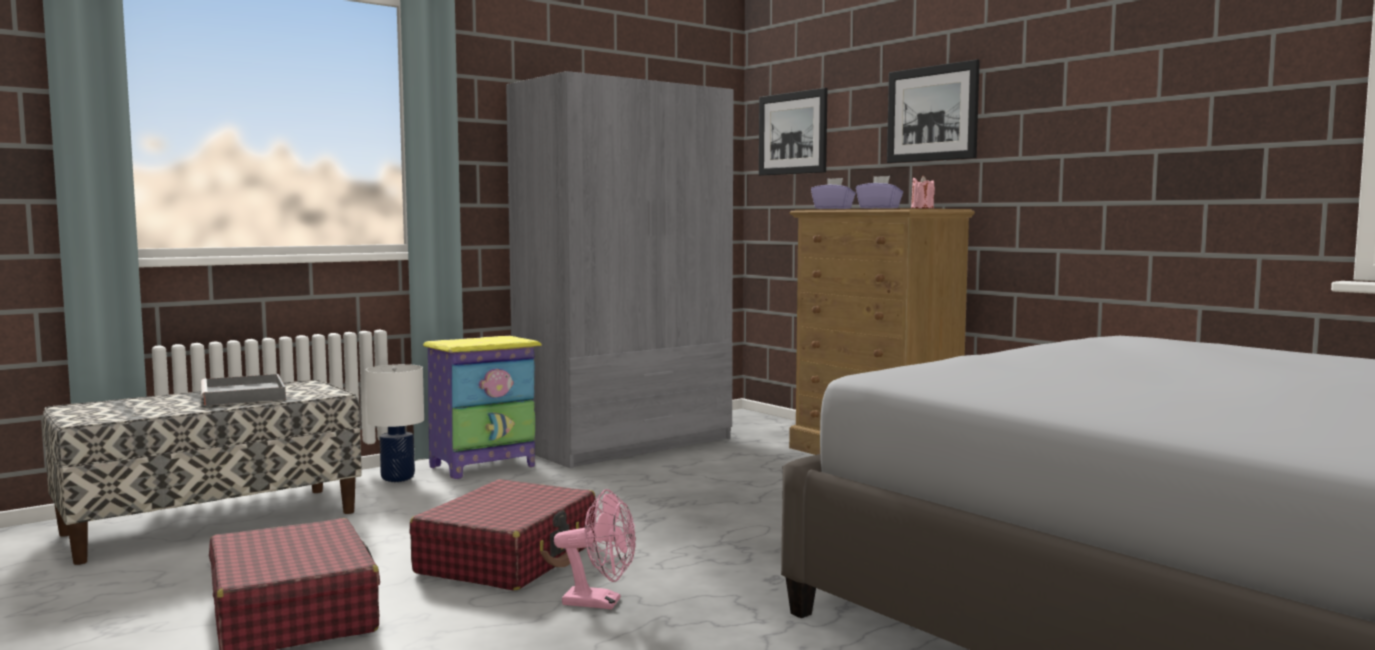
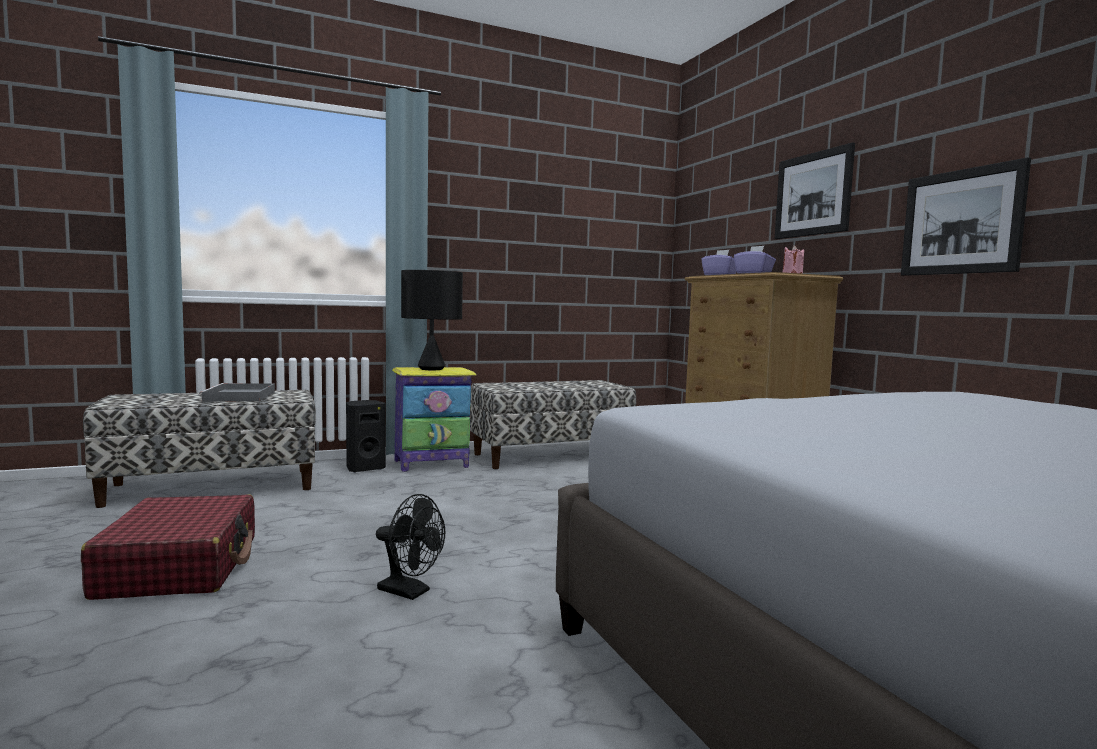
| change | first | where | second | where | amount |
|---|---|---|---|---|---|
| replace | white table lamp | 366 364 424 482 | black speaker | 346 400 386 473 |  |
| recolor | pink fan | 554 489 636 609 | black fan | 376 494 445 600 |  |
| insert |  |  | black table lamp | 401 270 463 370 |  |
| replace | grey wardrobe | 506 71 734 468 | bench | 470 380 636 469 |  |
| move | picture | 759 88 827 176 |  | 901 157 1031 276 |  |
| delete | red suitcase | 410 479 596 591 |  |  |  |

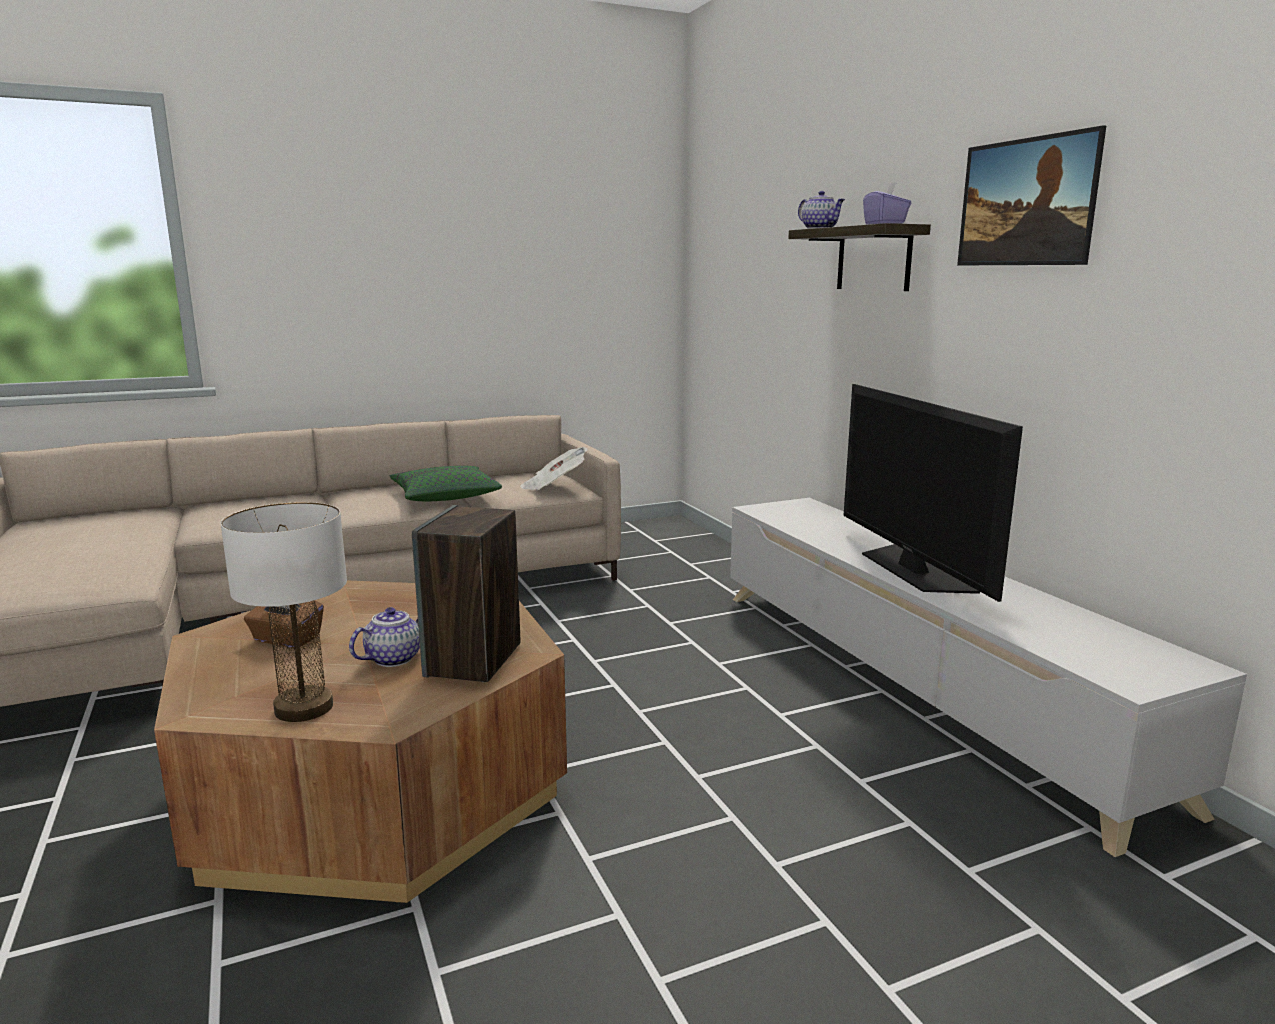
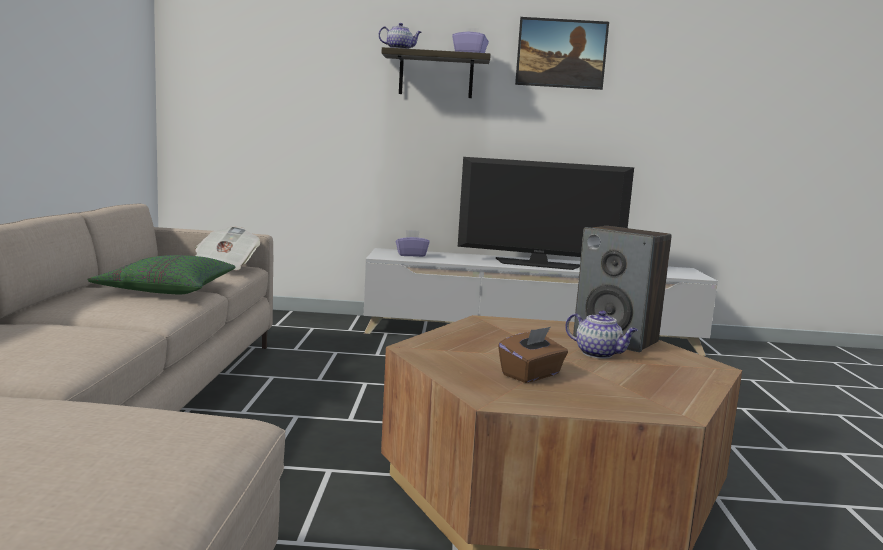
| change | first | where | second | where | amount |
|---|---|---|---|---|---|
| insert |  |  | purple tissue box | 396 230 430 257 |  |
| rotate | teapot | 349 607 420 667 |  | 565 310 638 358 | 150 degrees clockwise |
| delete | table lamp | 221 502 347 722 |  |  |  |

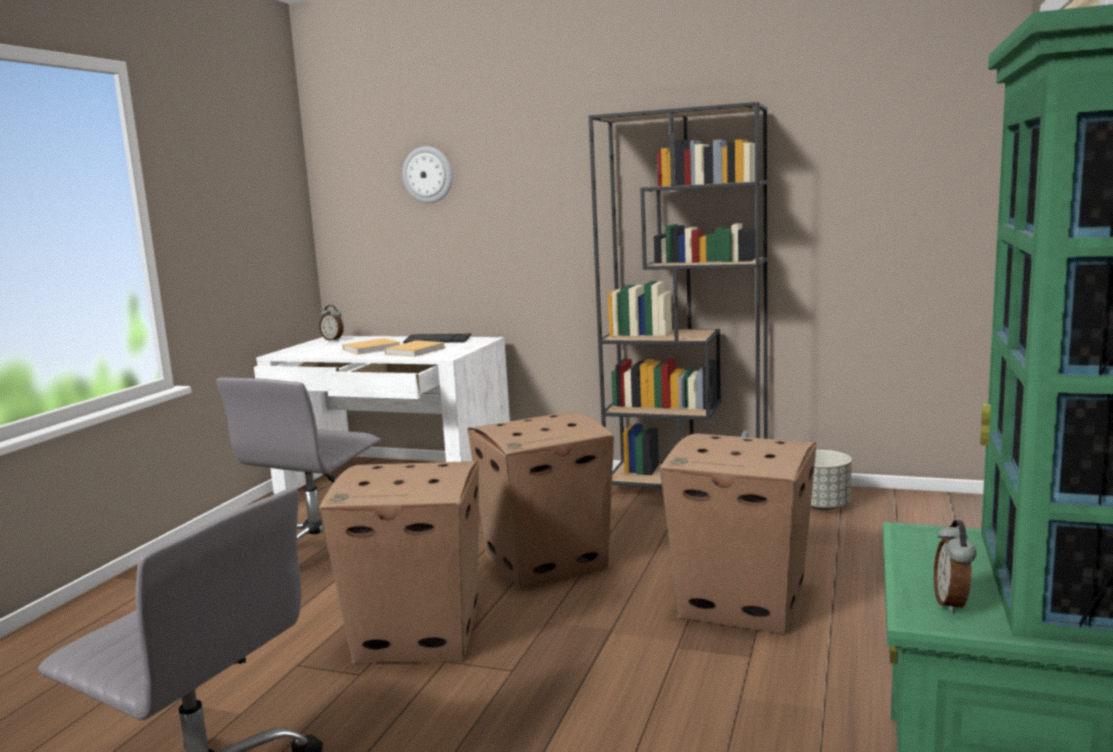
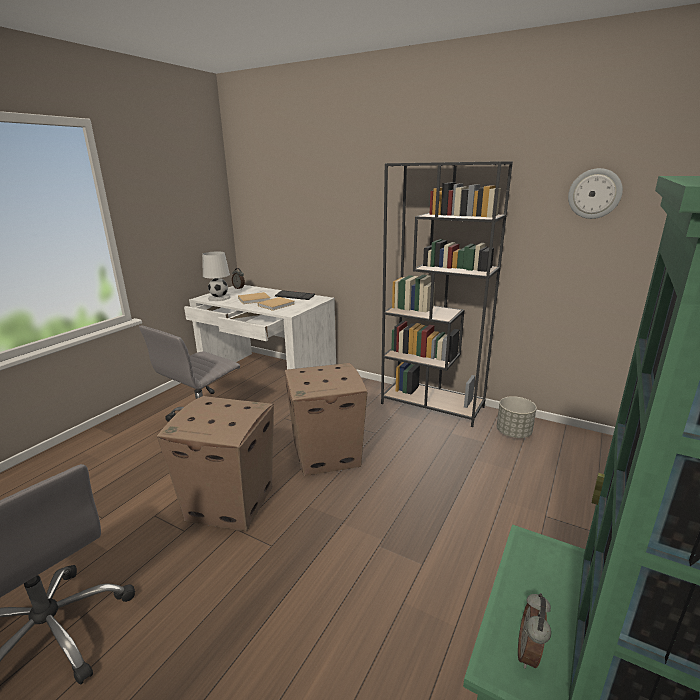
| change | first | where | second | where | amount |
|---|---|---|---|---|---|
| insert |  |  | white table lamp | 202 252 231 301 |  |
| move | wall clock | 402 146 452 203 |  | 568 168 623 219 |  |
| delete | cardboard box | 660 433 816 634 |  |  |  |

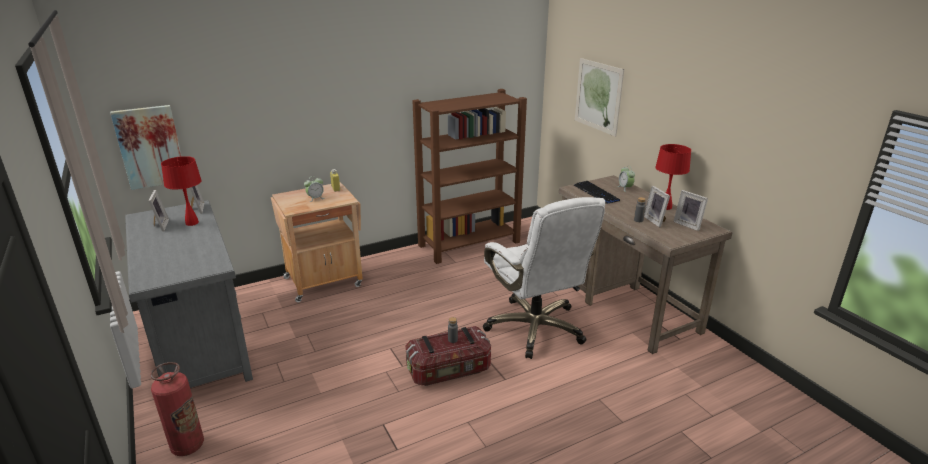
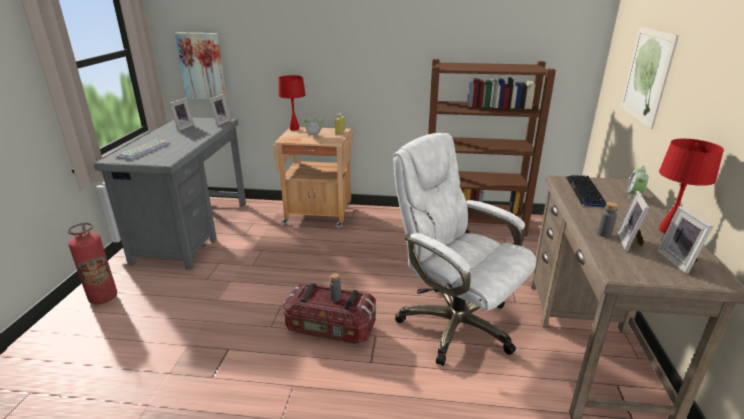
| change | first | where | second | where | amount |
|---|---|---|---|---|---|
| insert |  |  | keyboard | 116 140 170 160 |  |
| move | red table lamp | 161 156 202 226 |  | 278 75 306 131 |  |
| rotate | white office chair | 483 197 605 359 |  | 393 133 536 366 | 120 degrees clockwise |

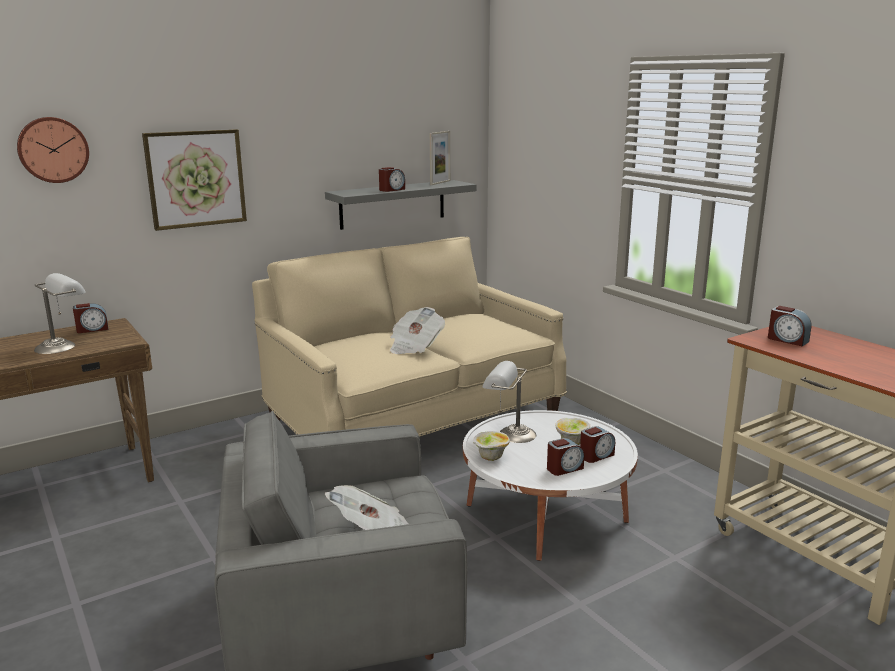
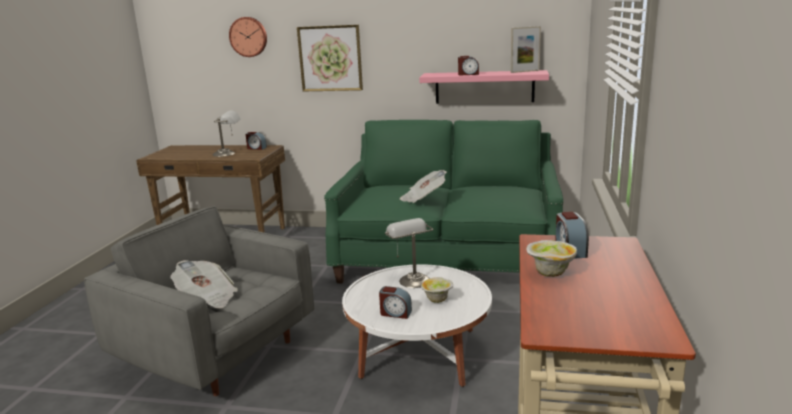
| change | first | where | second | where | amount |
|---|---|---|---|---|---|
| recolor | beige sofa | 252 237 567 437 | green sofa | 324 120 563 283 |  |
| recolor | grey shelf | 325 180 476 230 | pink shelf | 419 70 549 104 |  |
| move | bowl | 473 431 510 461 |  | 526 240 577 277 |  |
| delete | alarm clock | 580 426 615 463 |  |  |  |

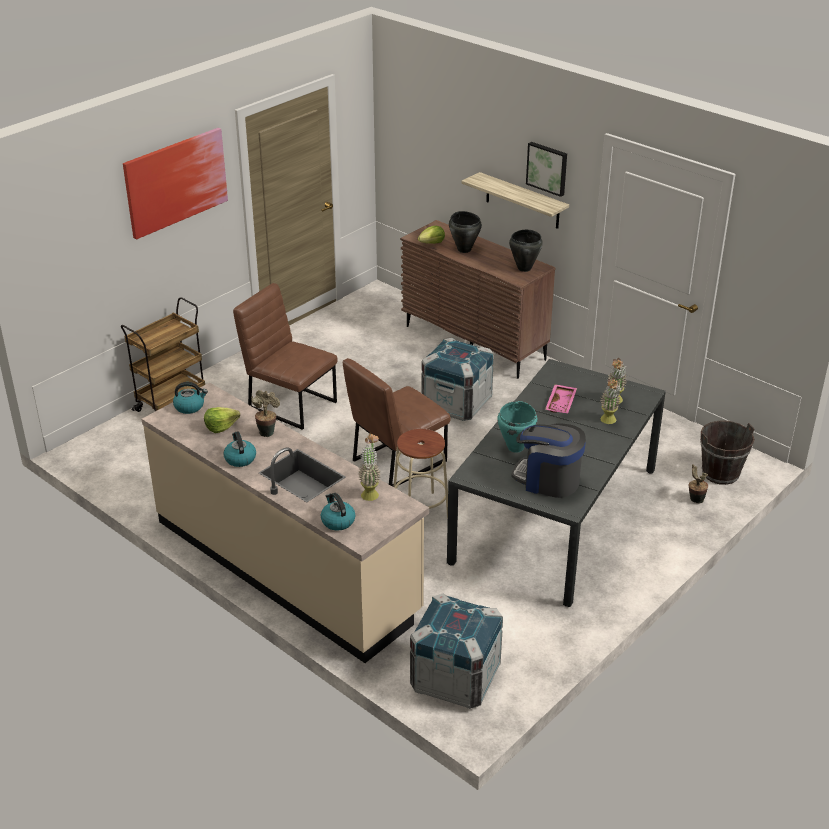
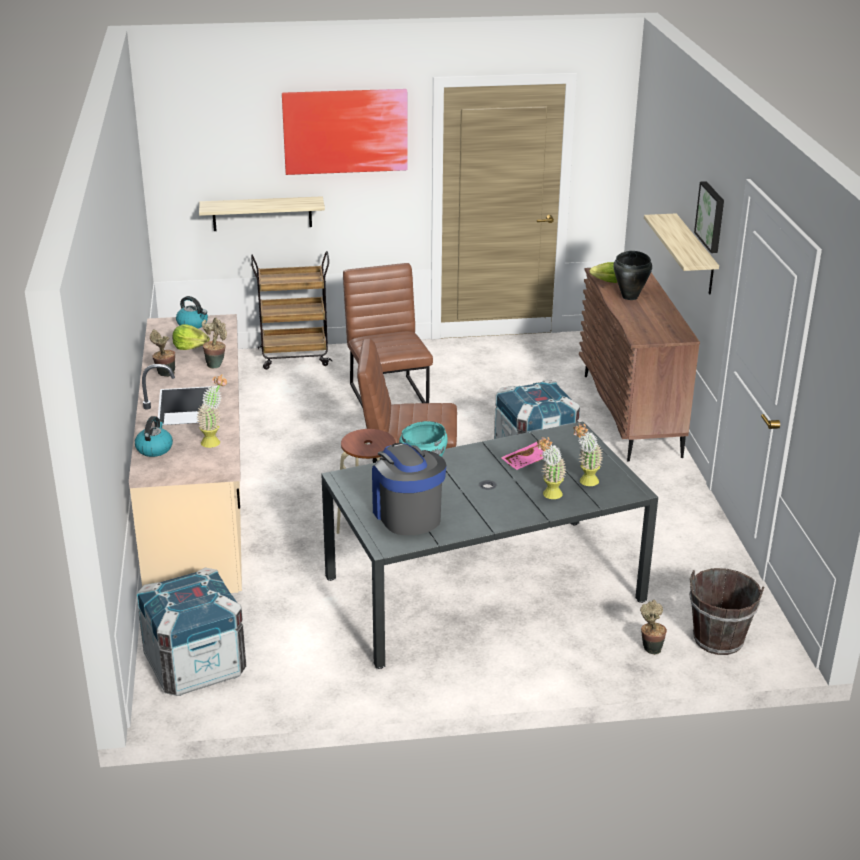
| change | first | where | second | where | amount |
|---|---|---|---|---|---|
| replace | kettle | 223 431 256 467 | potted plant | 150 329 175 377 |  |
| insert |  |  | shelf | 199 196 325 231 |  |
| delete | black cooking pot | 509 230 543 272 |  |  |  |

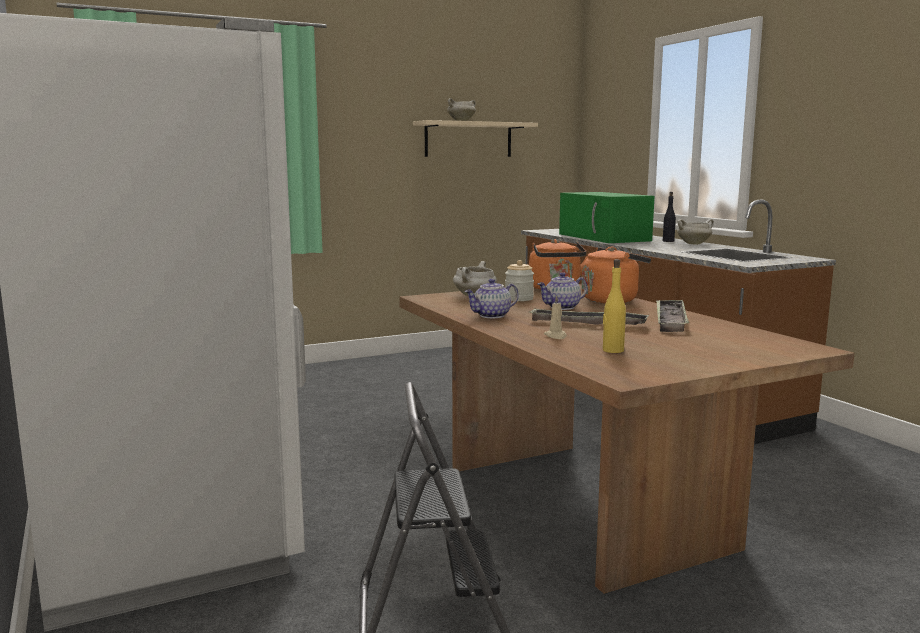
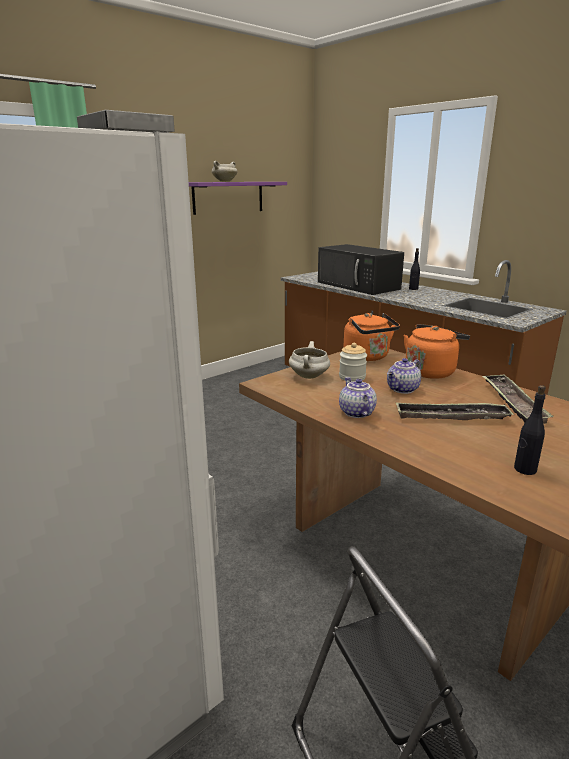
| change | first | where | second | where | amount |
|---|---|---|---|---|---|
| recolor | beige shelf | 413 120 538 157 | purple shelf | 189 182 287 215 |  |
| recolor | green microwave | 559 192 655 243 | black microwave | 318 244 404 295 |  |
| rotate | teapot | 464 279 519 318 |  | 339 377 377 418 | 120 degrees clockwise |
| recolor | yellow bottle | 603 259 626 353 | black bottle | 514 385 546 475 |  |
| delete | beige candle | 544 295 567 339 |  |  |  |
| delete | white cooking pot | 677 219 714 245 |  |  |  |

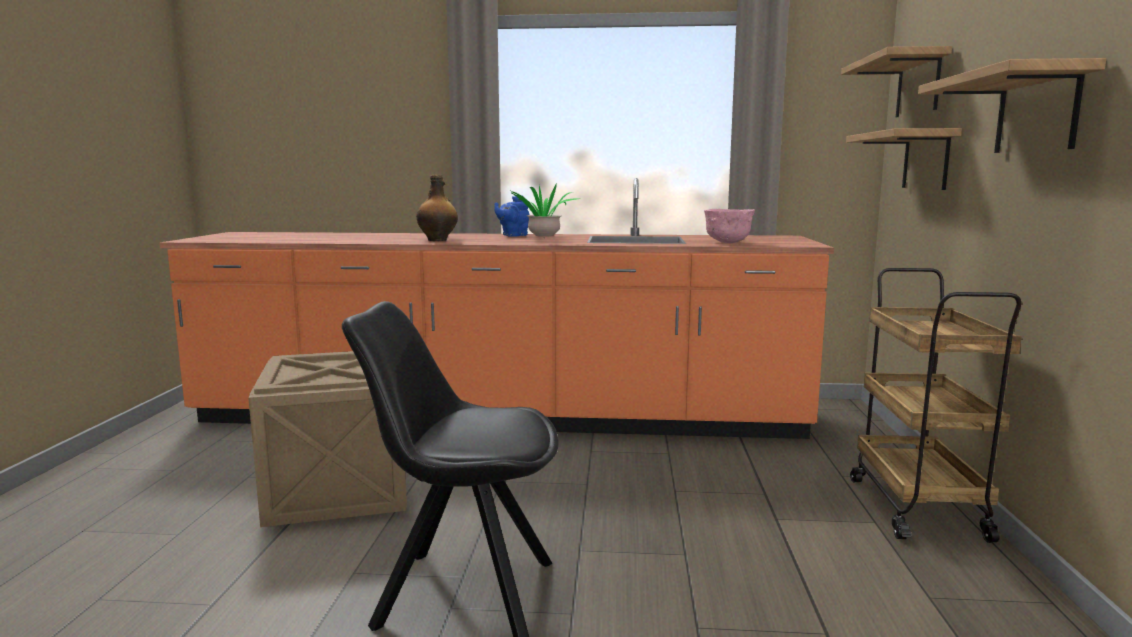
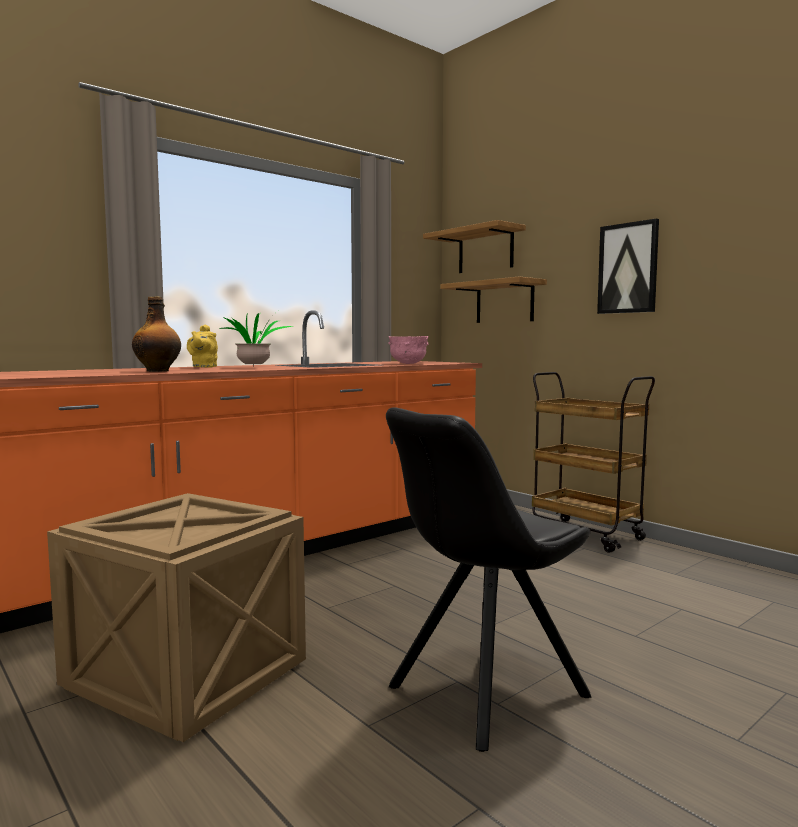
| change | first | where | second | where | amount |
|---|---|---|---|---|---|
| recolor | blue teapot | 494 196 530 237 | yellow teapot | 187 325 218 367 |  |
| replace | shelf | 918 58 1106 153 | picture | 597 219 659 314 |  |

